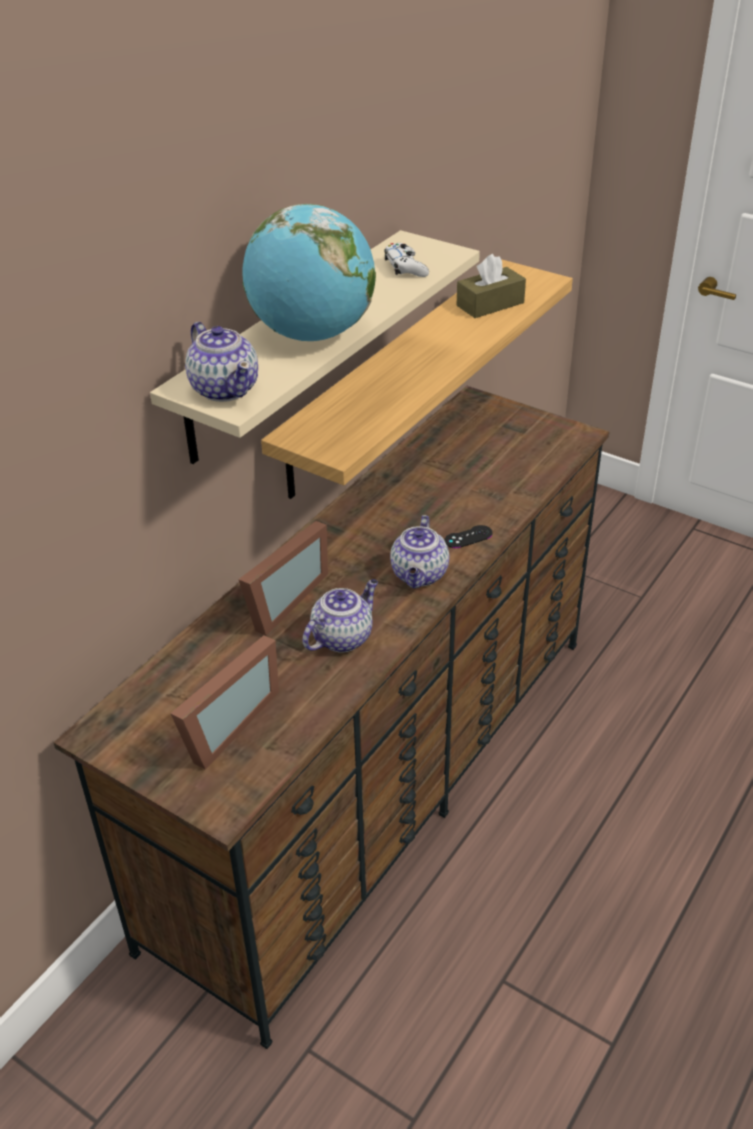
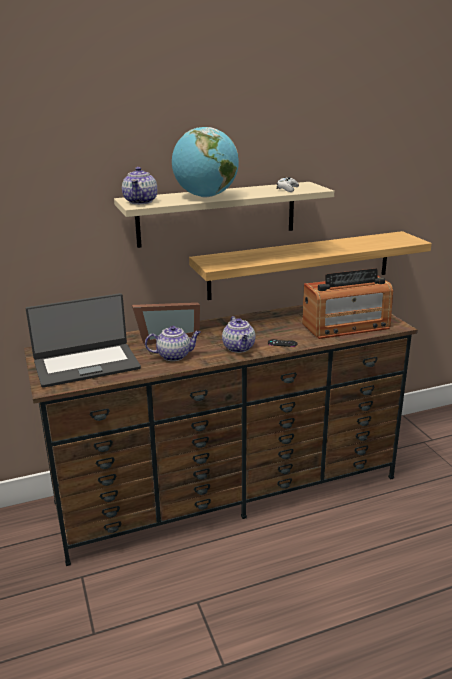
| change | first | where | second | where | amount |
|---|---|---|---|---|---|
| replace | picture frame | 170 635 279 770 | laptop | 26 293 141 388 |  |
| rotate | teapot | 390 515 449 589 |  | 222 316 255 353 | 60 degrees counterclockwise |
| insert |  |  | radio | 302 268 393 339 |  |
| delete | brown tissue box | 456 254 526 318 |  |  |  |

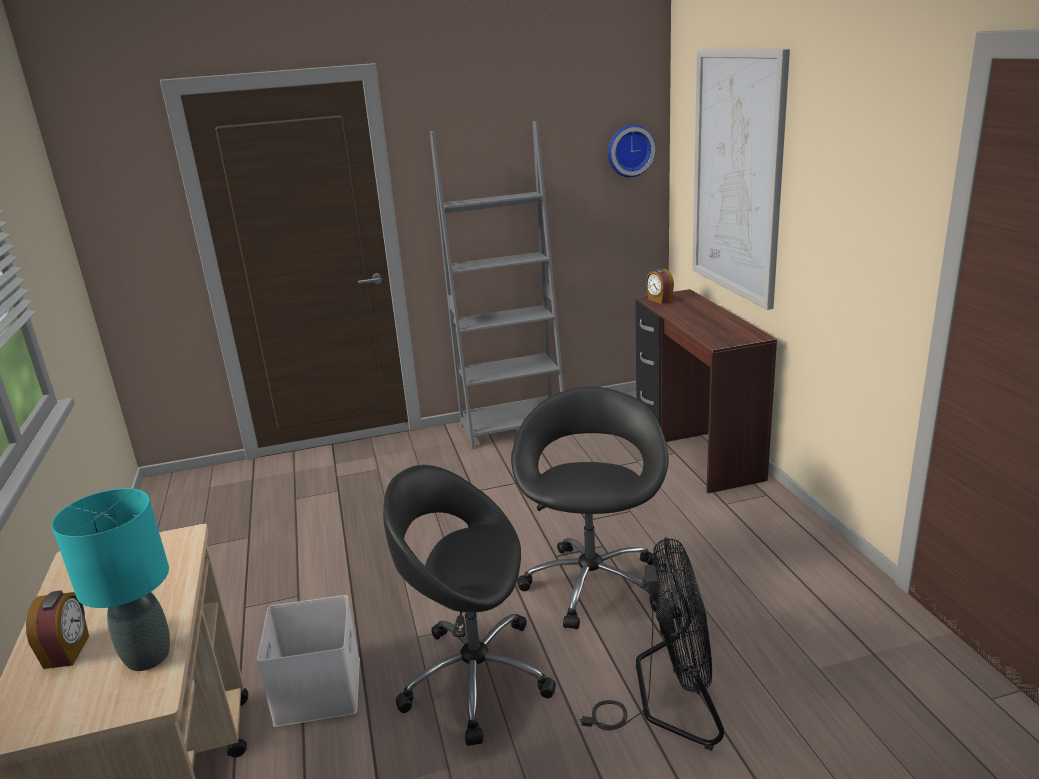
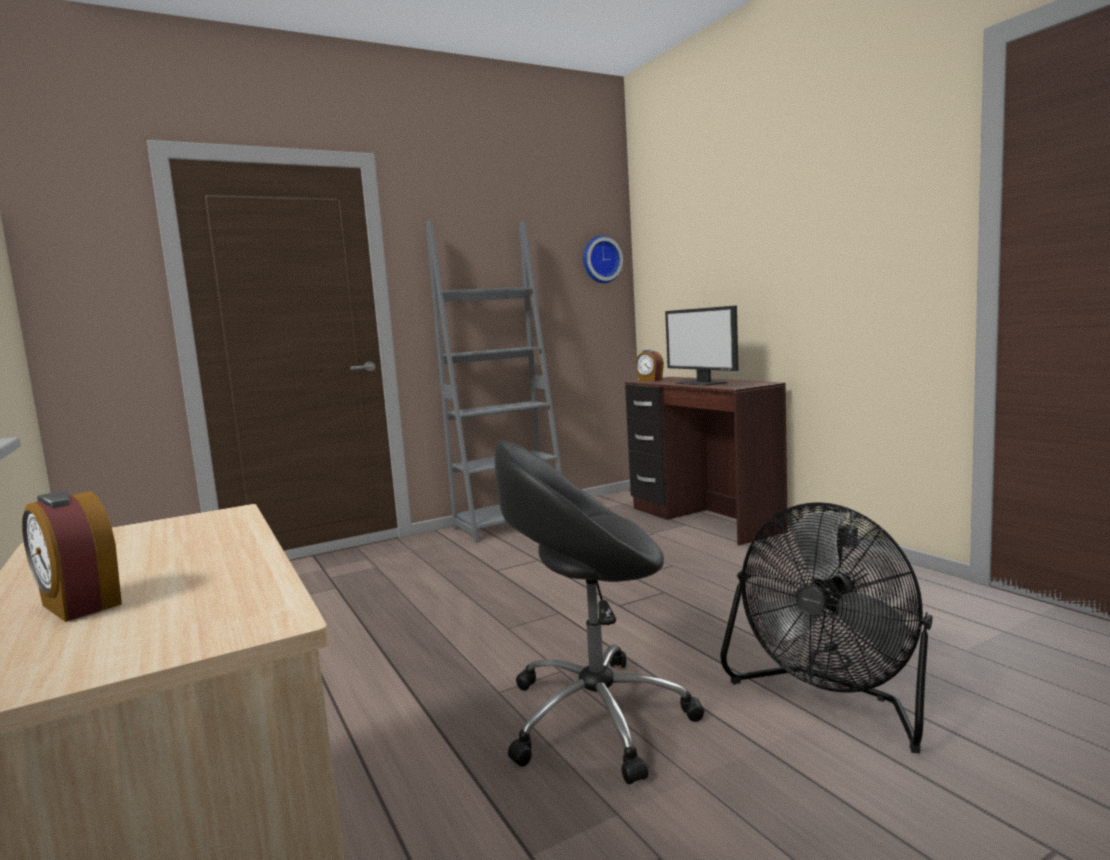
| change | first | where | second | where | amount |
|---|---|---|---|---|---|
| rotate | alarm clock | 26 591 89 669 |  | 22 491 122 622 | 150 degrees clockwise |
| insert |  |  | monitor | 665 306 739 386 |  |
| rotate | black fan | 578 537 724 751 |  | 720 502 932 754 | 150 degrees clockwise |
| delete | turquoise table lamp | 52 488 170 671 |  |  |  |
| delete | white storage box | 257 595 360 727 |  |  |  |
| delete | black office chair | 511 387 669 629 |  |  |  |
| delete | picture | 692 49 790 310 |  |  |  |

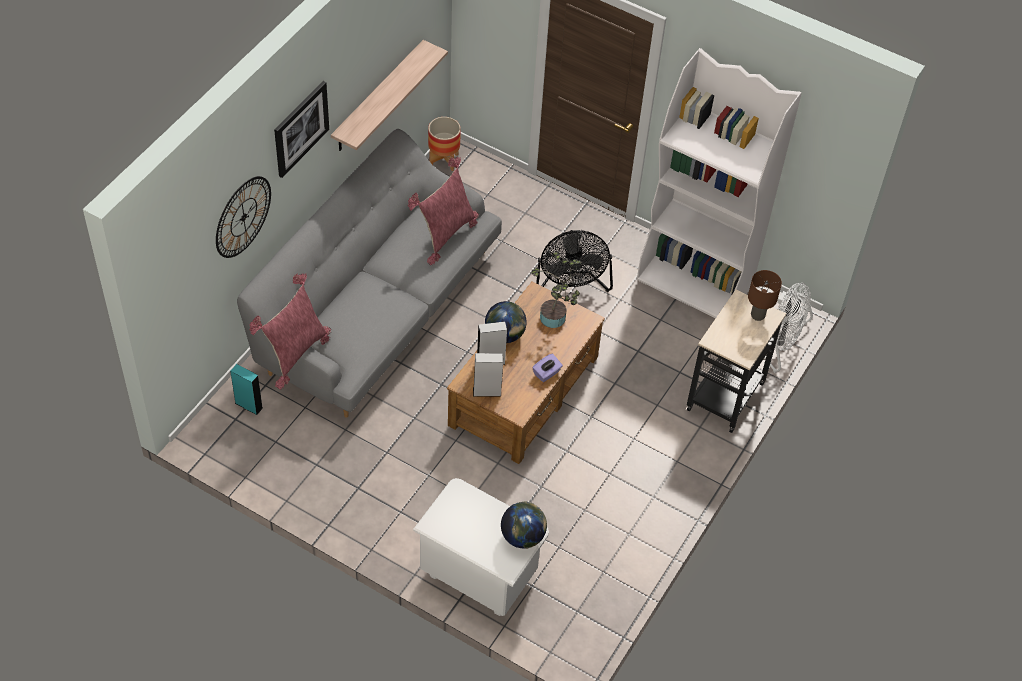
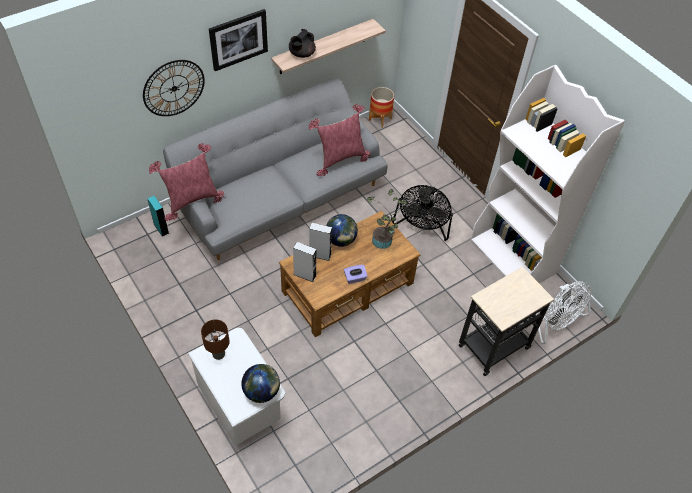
| change | first | where | second | where | amount |
|---|---|---|---|---|---|
| move | brown table lamp | 748 270 782 321 |  | 201 319 230 360 |  |
| insert |  |  | black teapot | 289 29 316 58 |  |

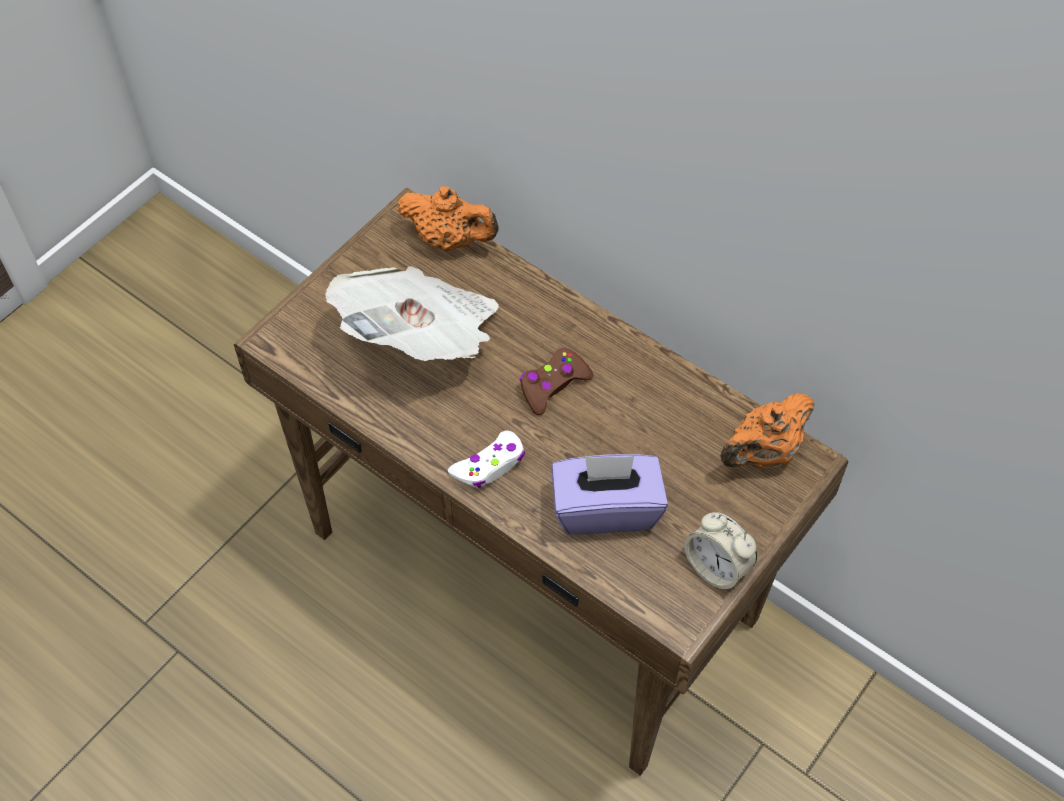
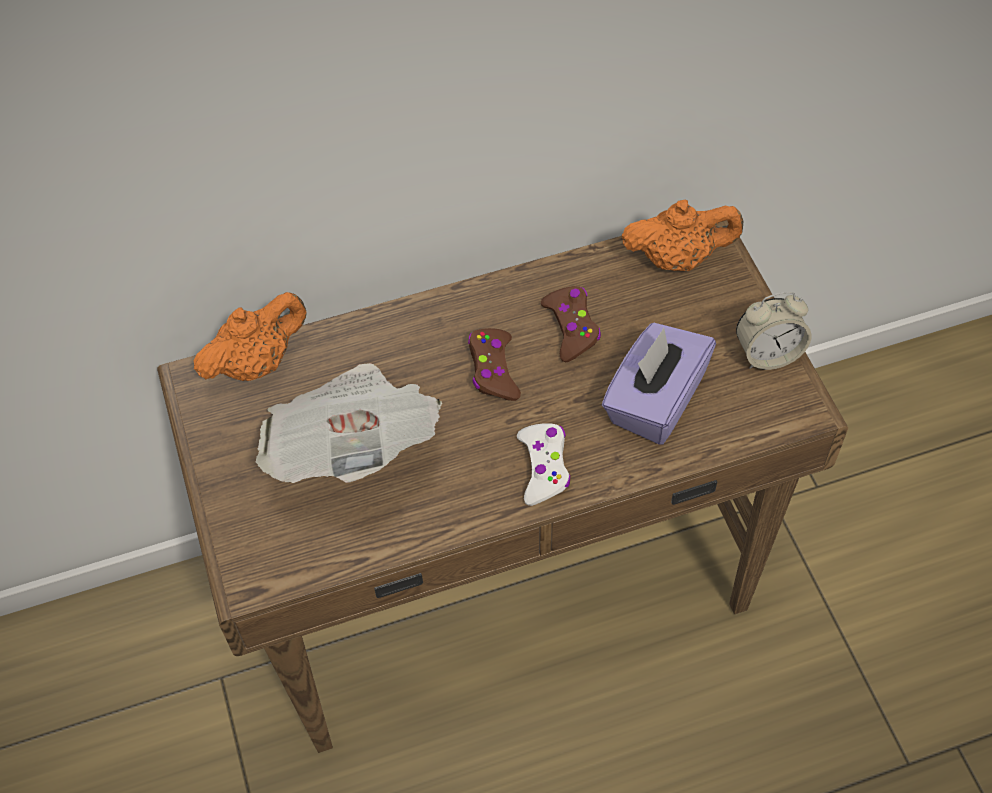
| change | first | where | second | where | amount |
|---|---|---|---|---|---|
| insert |  |  | brown game controller | 541 286 601 362 |  |
| rotate | orange teapot | 720 393 815 468 |  | 621 200 743 271 | 90 degrees counterclockwise |

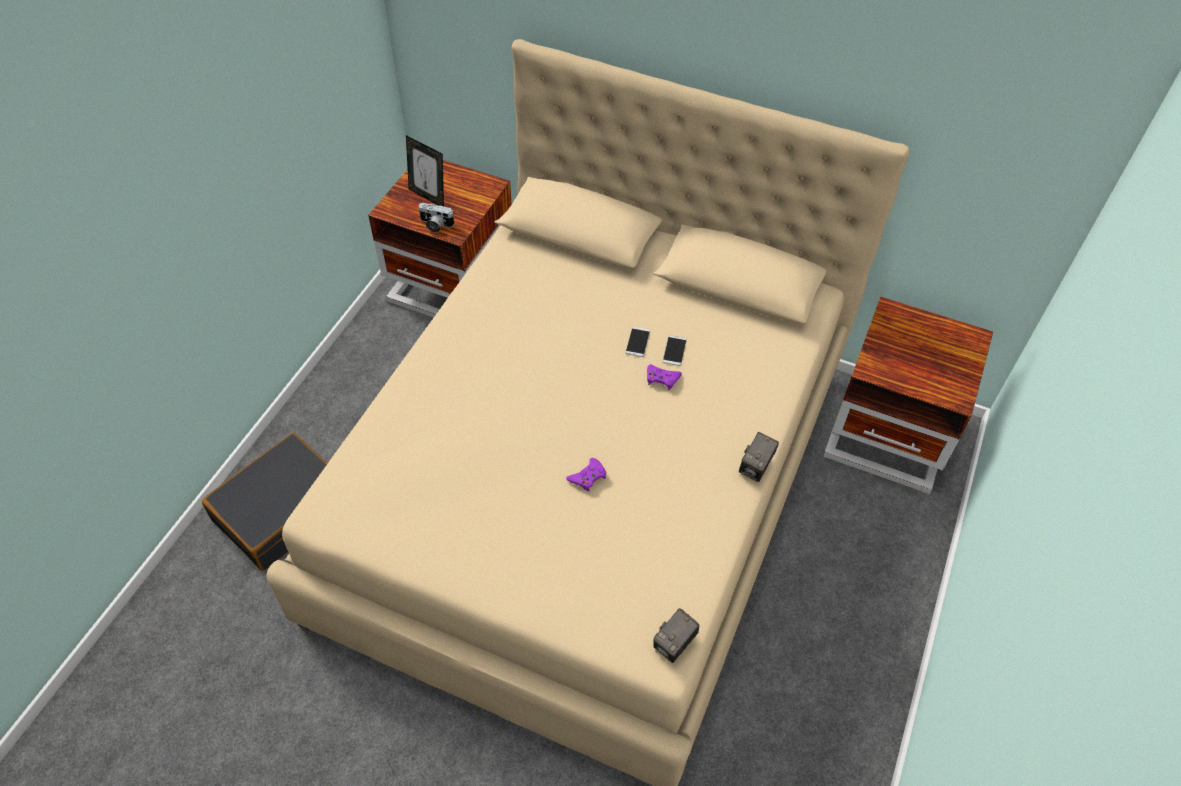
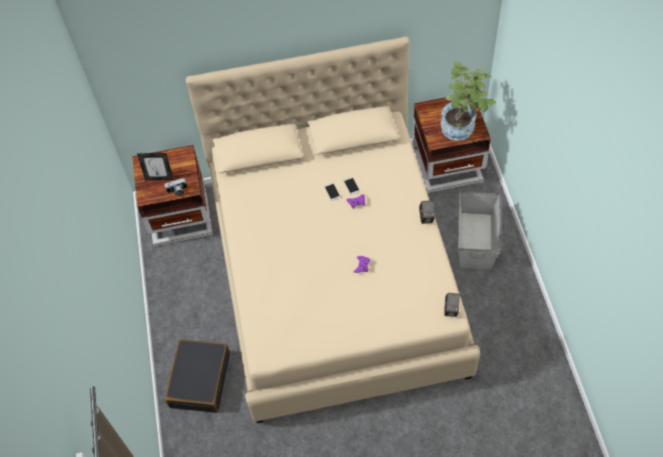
| change | first | where | second | where | amount |
|---|---|---|---|---|---|
| insert |  |  | potted plant | 440 61 496 141 |  |
| insert |  |  | grey storage box | 457 192 501 270 |  |

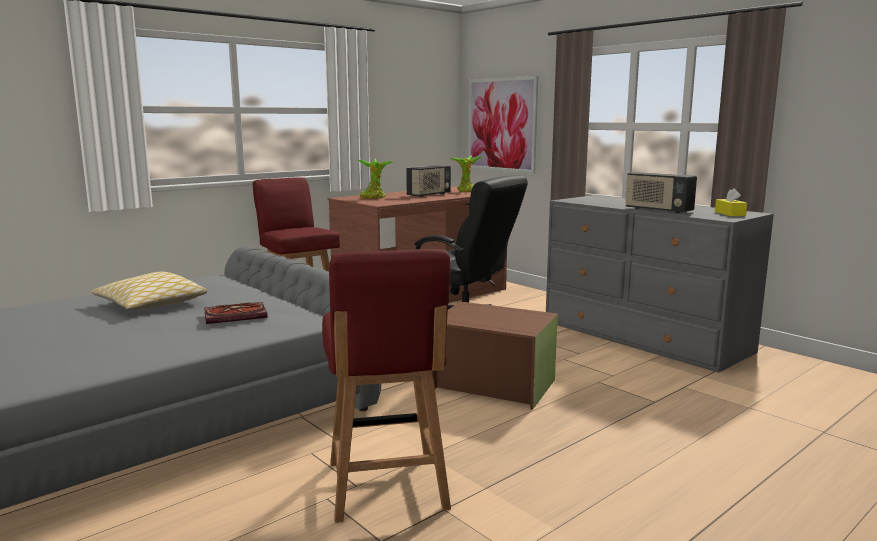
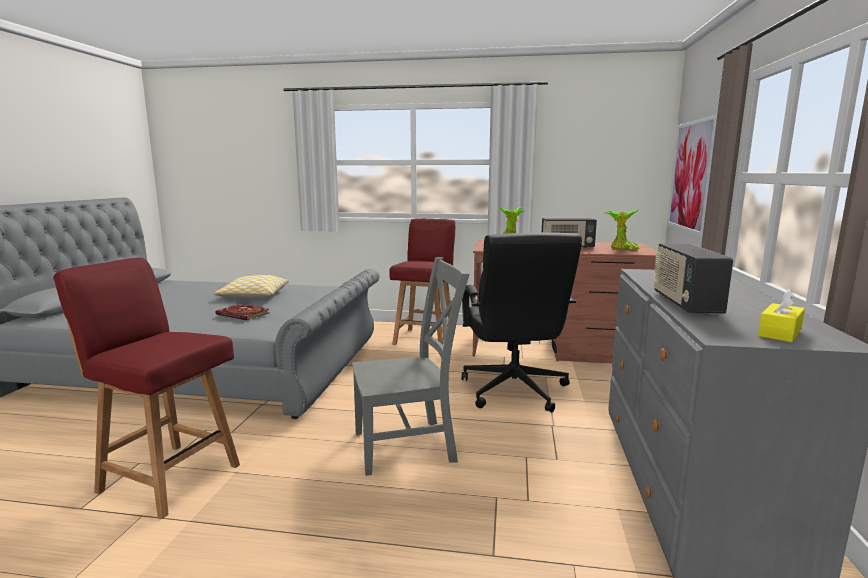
| change | first | where | second | where | amount |
|---|---|---|---|---|---|
| rotate | red chair | 322 249 451 523 |  | 53 258 240 519 | 75 degrees clockwise |
| replace | brown storage box | 432 302 558 410 | grey chair | 352 257 470 476 |  |

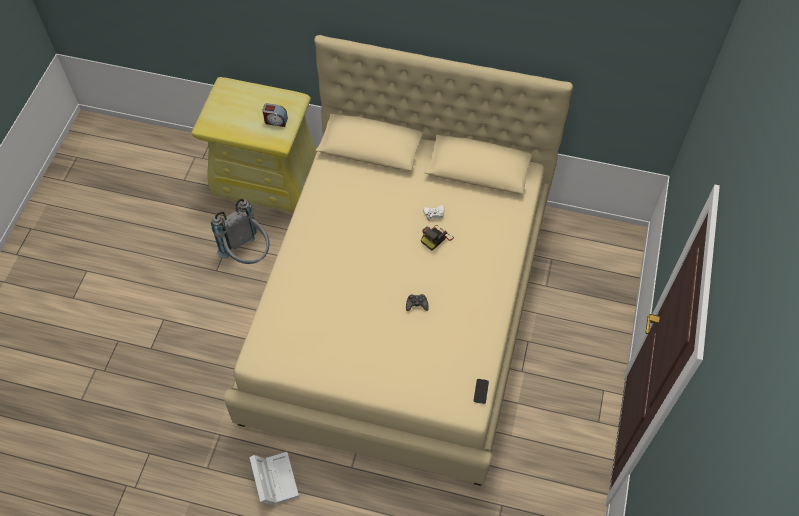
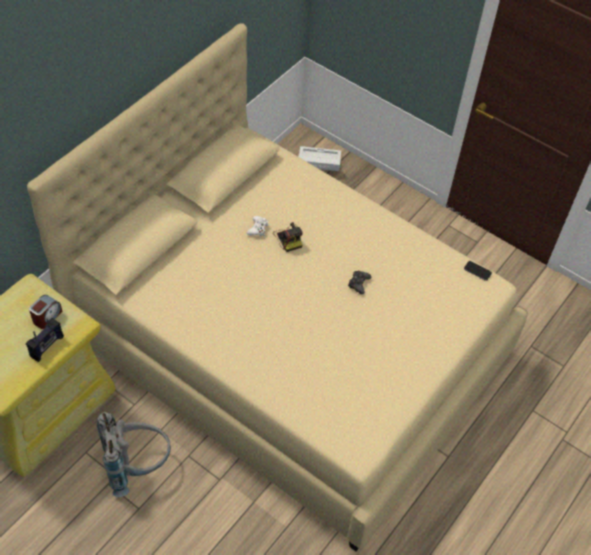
| change | first | where | second | where | amount |
|---|---|---|---|---|---|
| insert |  |  | radio | 26 318 64 362 |  |
| move | white storage box | 249 452 299 505 |  | 298 146 341 171 |  |

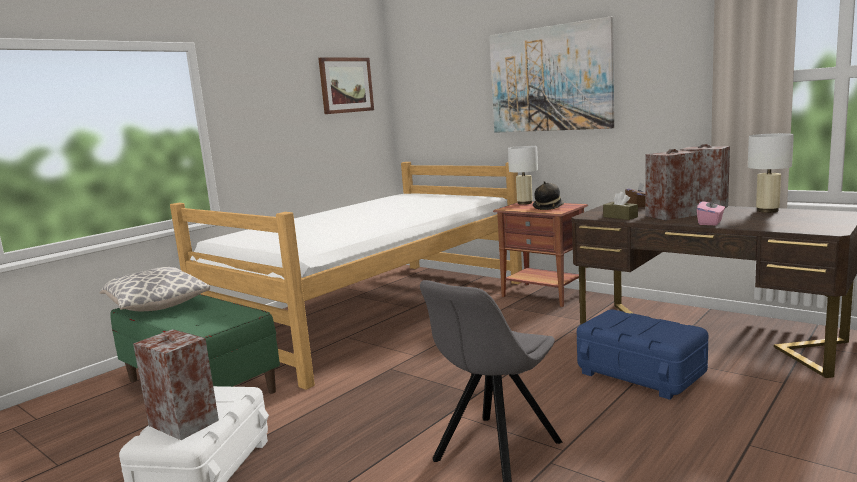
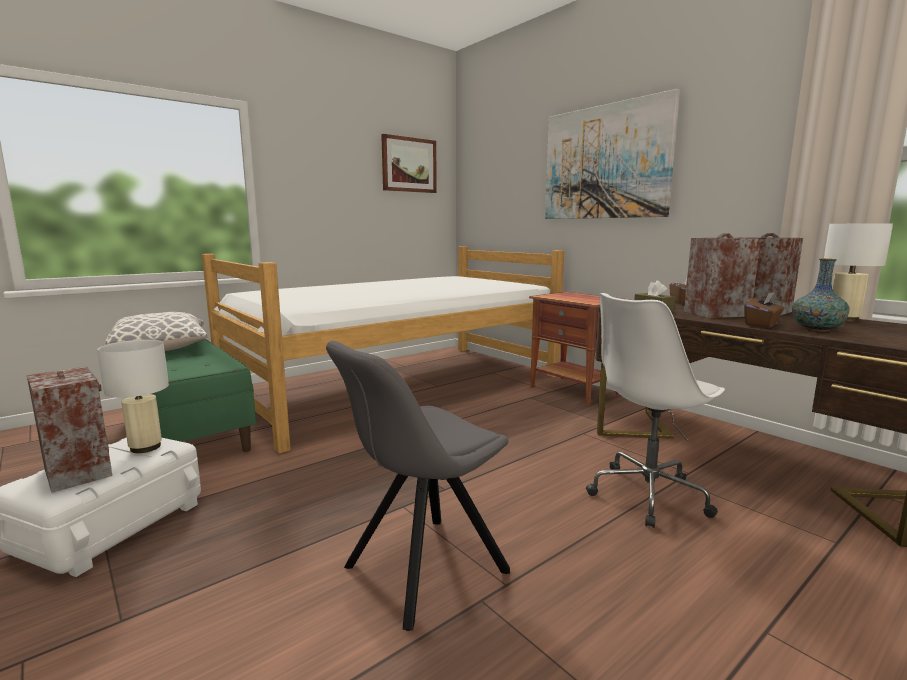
| change | first | where | second | where | amount |
|---|---|---|---|---|---|
| move | white table lamp | 508 146 538 205 |  | 97 339 169 453 |  |
| replace | blue storage box | 577 310 708 400 | white office chair | 586 293 725 528 |  |
| recolor | pink tissue box | 697 196 725 225 | brown tissue box | 745 292 784 328 |  |
| insert |  |  | vase | 792 259 850 332 |  |
| delete | hat | 533 181 564 210 |  |  |  |

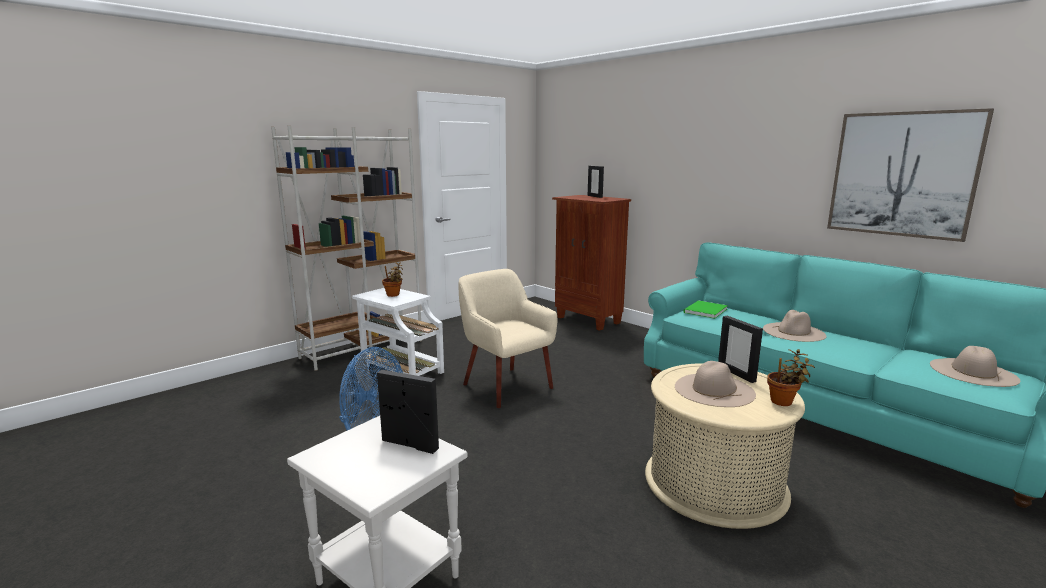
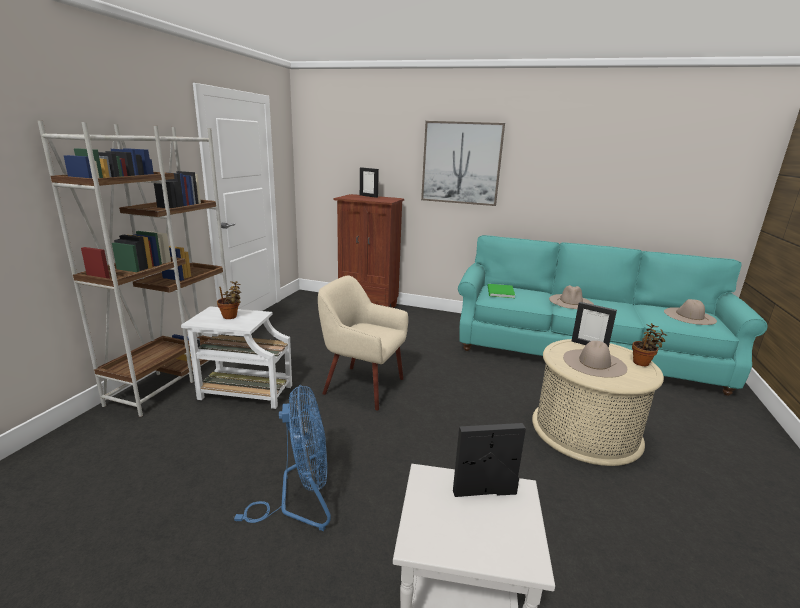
| change | first | where | second | where | amount |
|---|---|---|---|---|---|
| move | picture | 827 108 994 242 |  | 421 121 505 206 |  |

